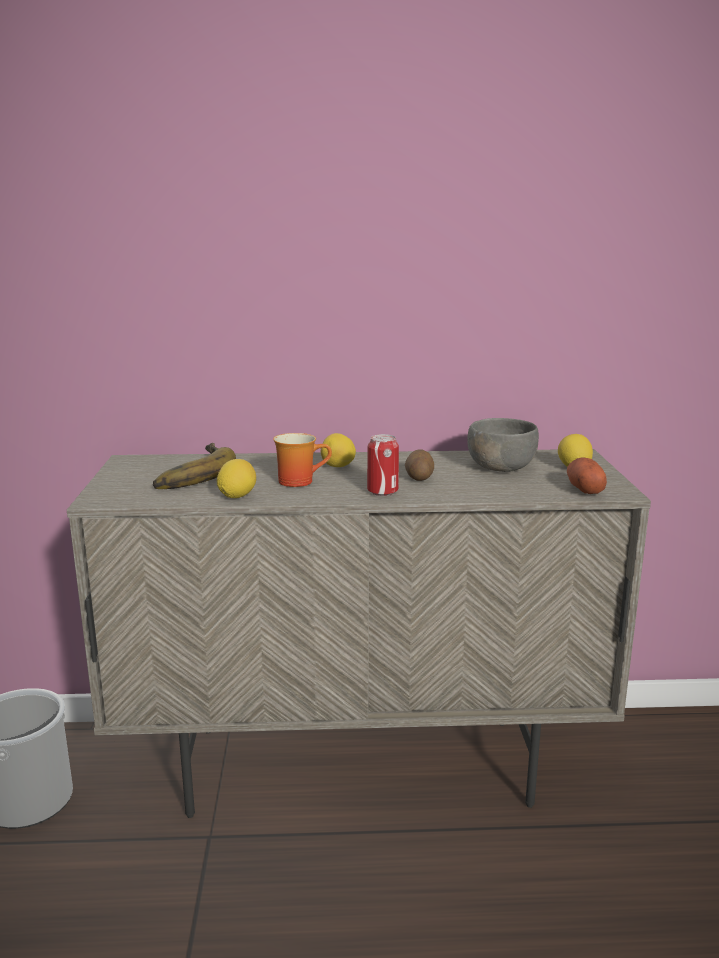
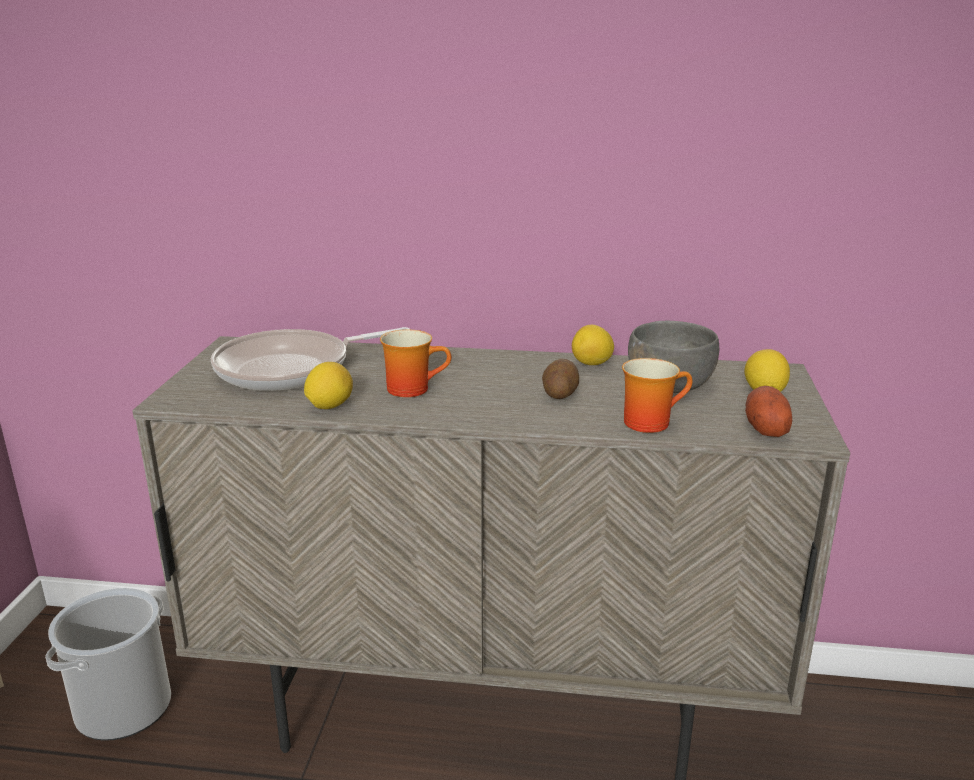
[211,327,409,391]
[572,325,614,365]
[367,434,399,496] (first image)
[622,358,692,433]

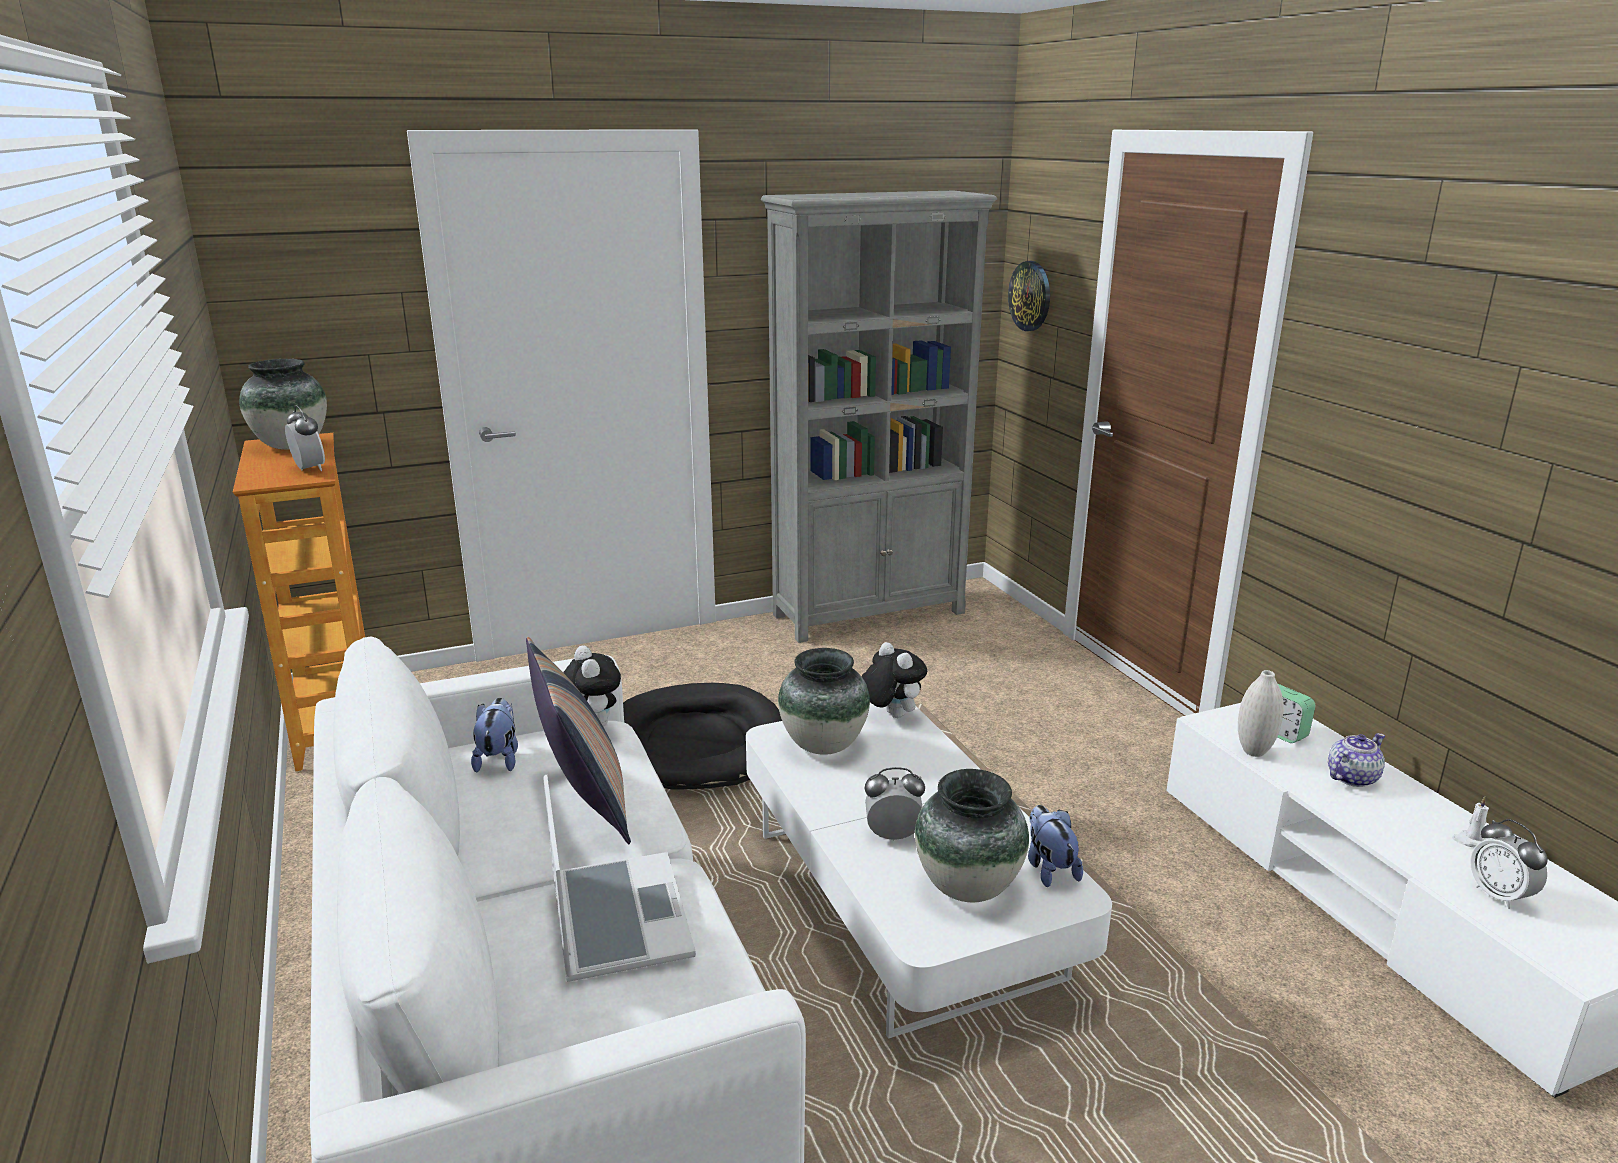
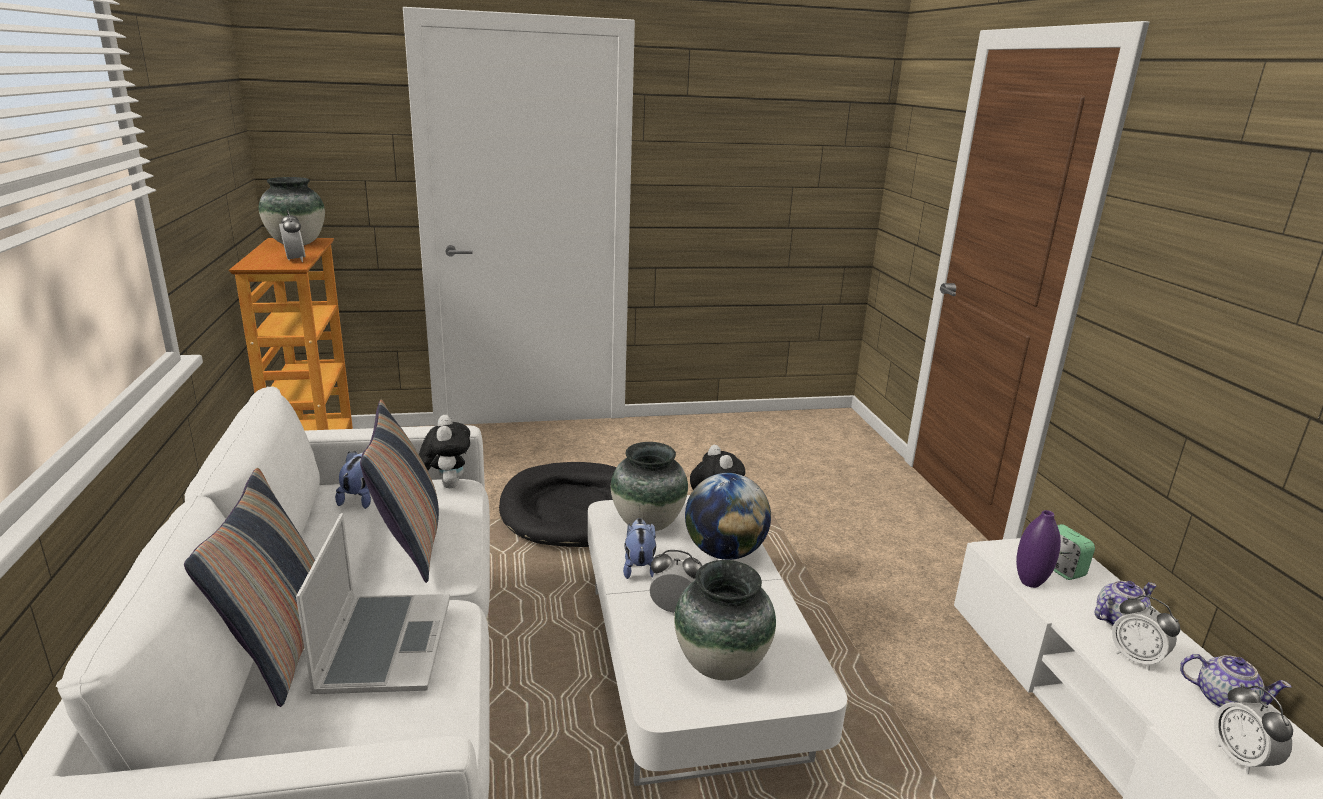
[761,190,997,643] (first image)
[1008,261,1050,331] (first image)
[623,518,656,579]
[1016,510,1061,588]
[1180,654,1291,708]
[184,468,315,707]
[685,473,771,560]
[1112,595,1180,670]

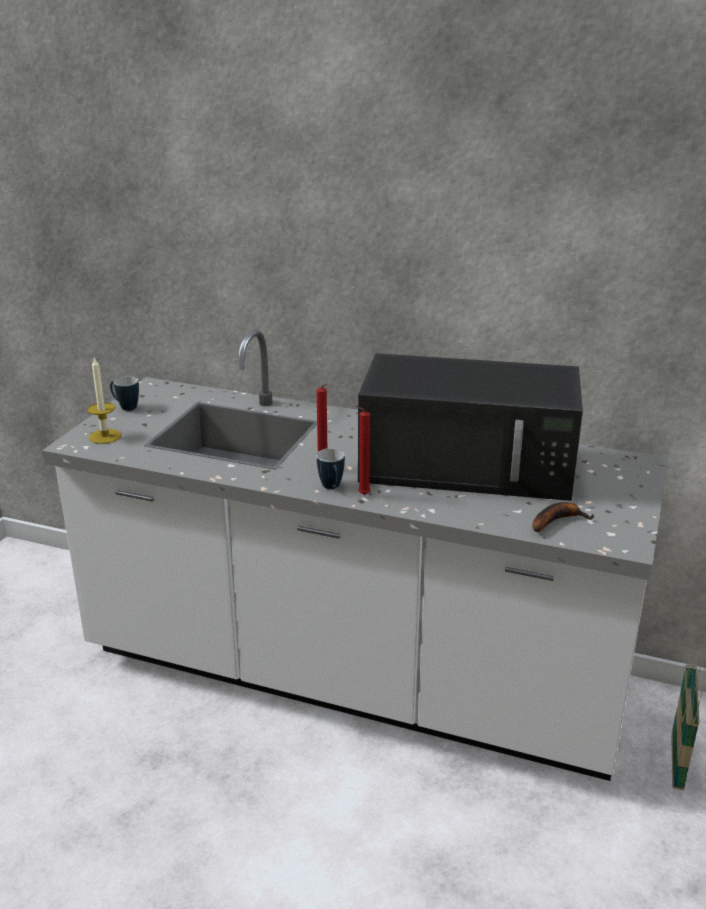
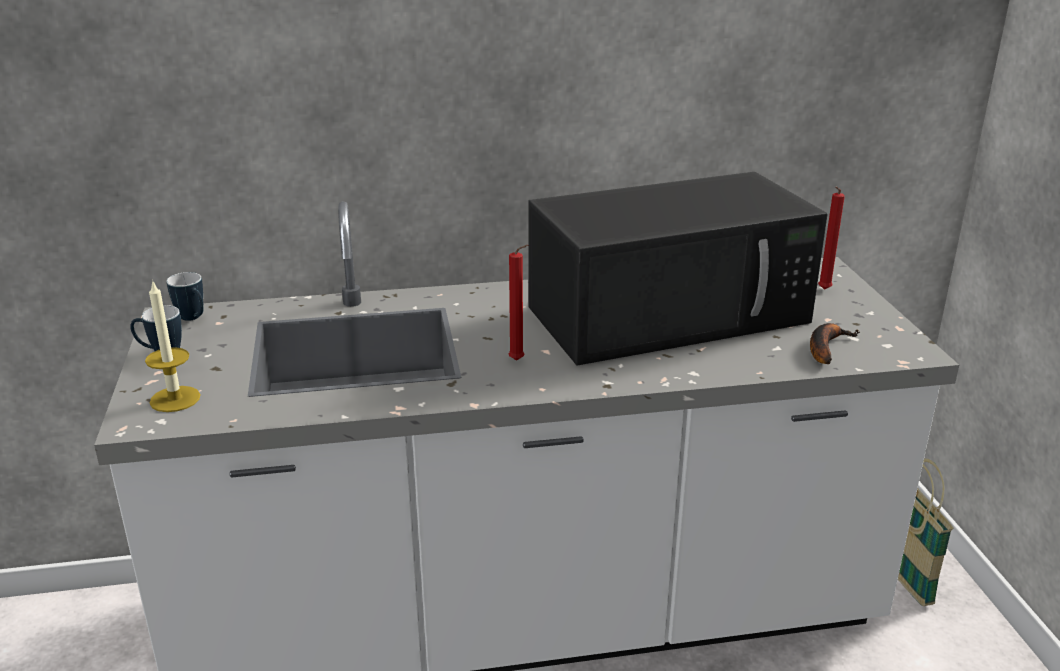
[167,272,204,321]
[818,187,845,290]

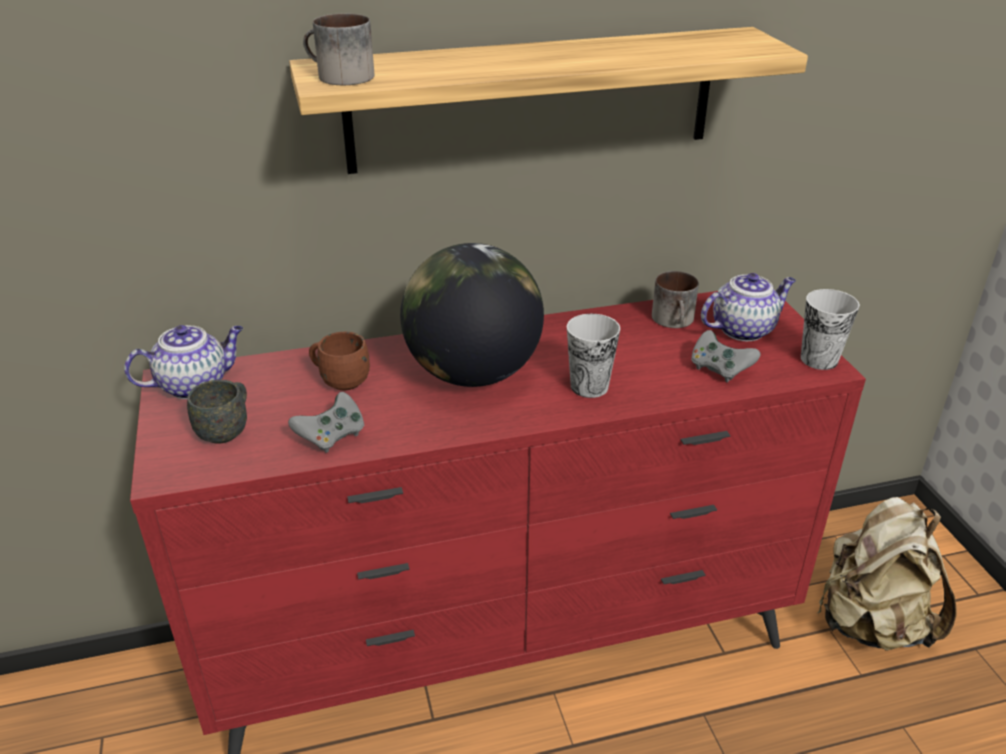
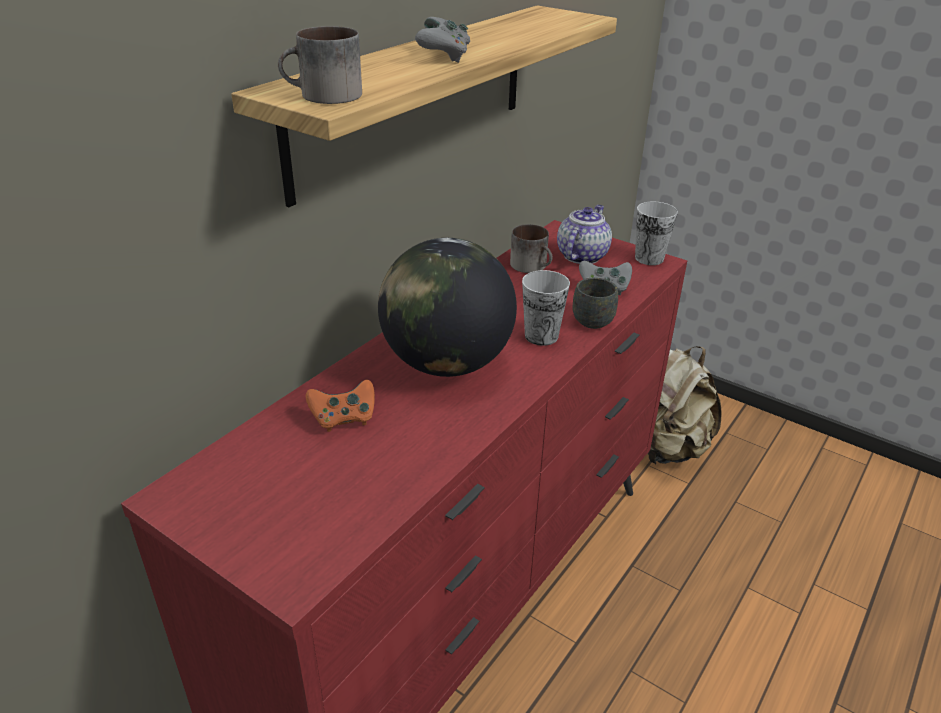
[124,325,243,399] (first image)
[572,278,618,329]
[415,17,470,63]
[306,379,375,432]

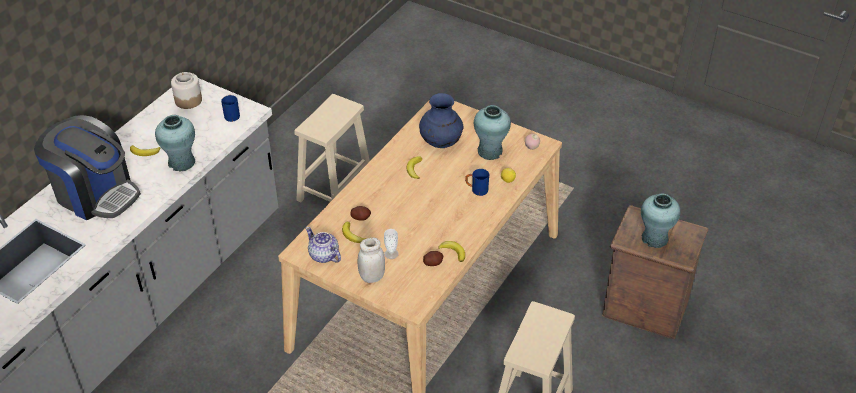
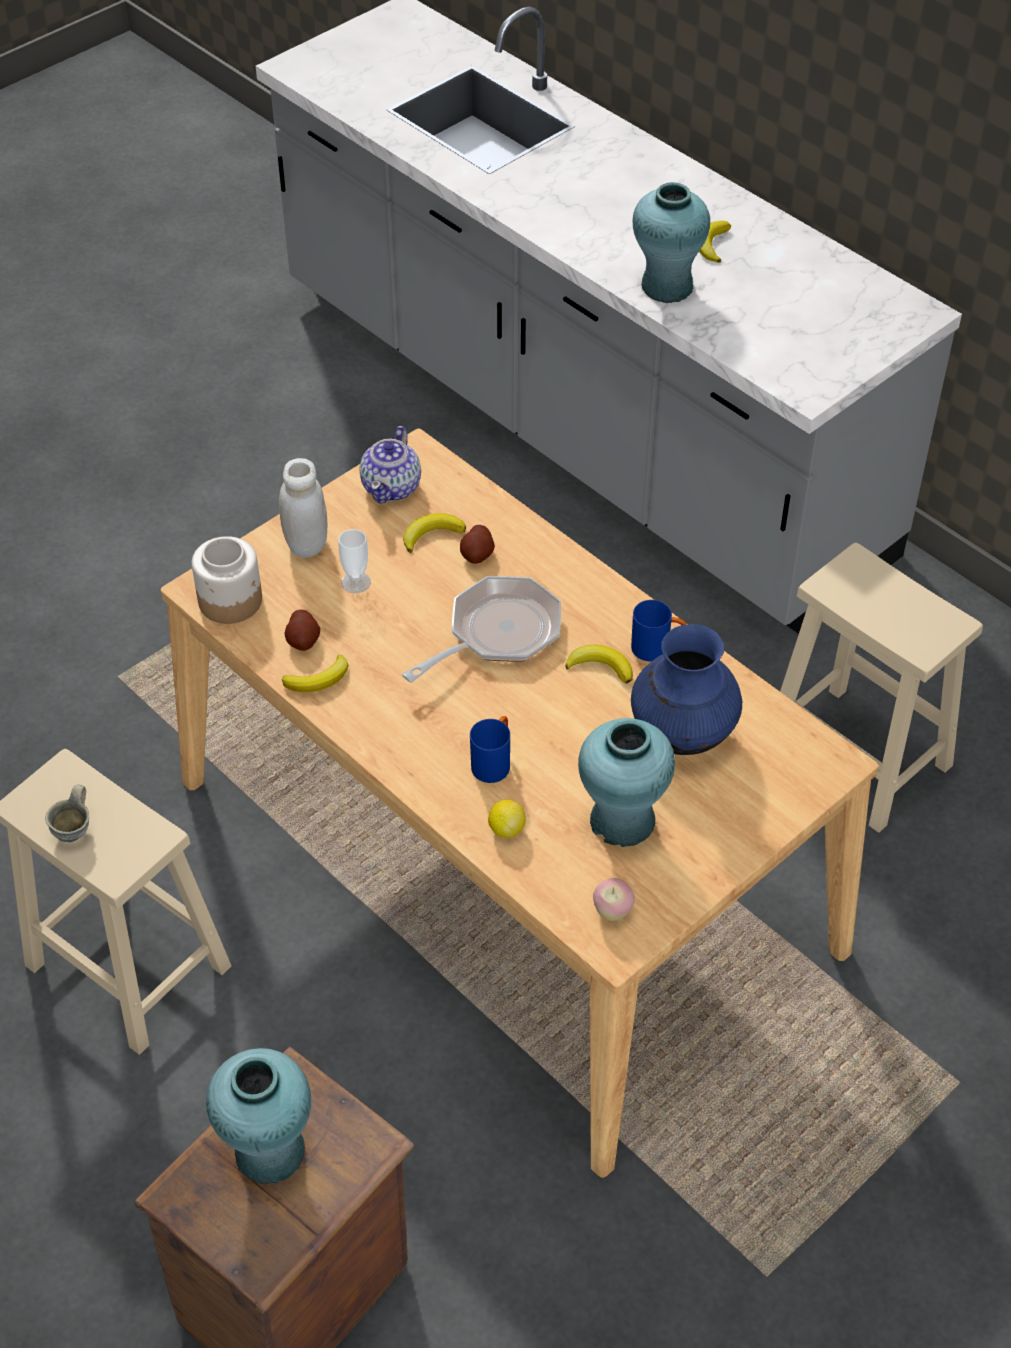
[34,115,141,220] (first image)
[192,536,262,624]
[631,600,687,661]
[360,426,421,503]
[45,785,89,842]
[402,576,561,683]

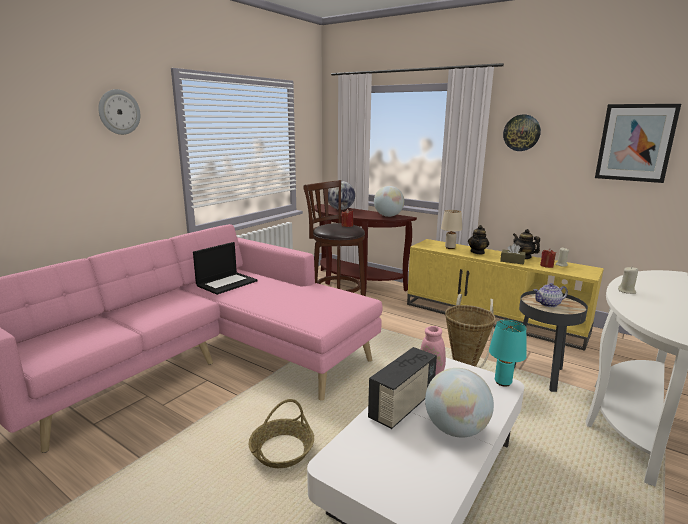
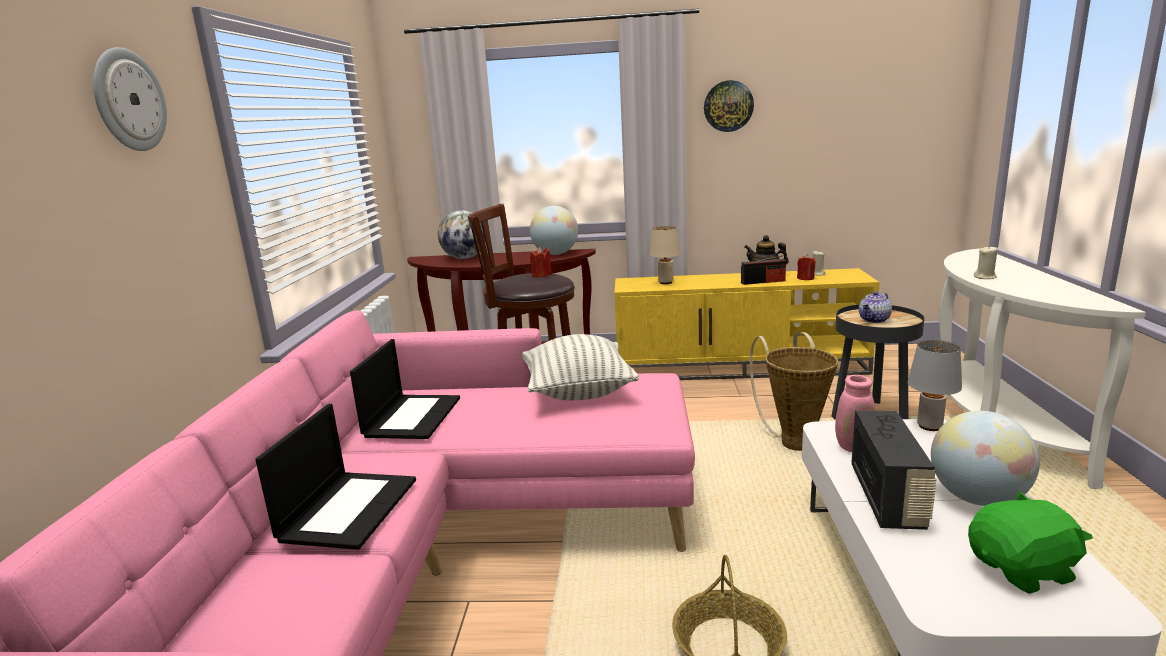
[468,225,489,255] (first image)
[908,340,962,431]
[741,255,786,285]
[595,104,681,183] (first image)
[255,404,416,550]
[522,334,639,400]
[968,492,1093,594]

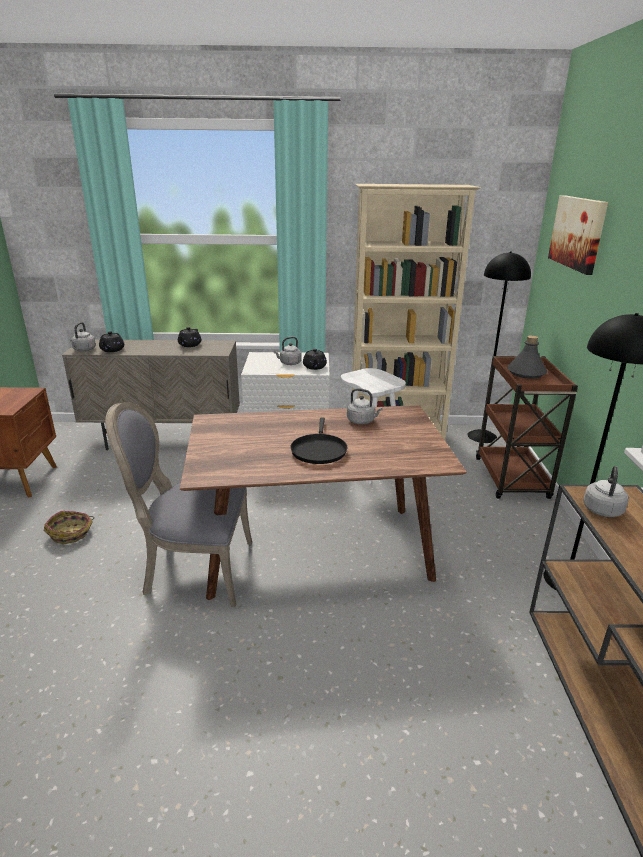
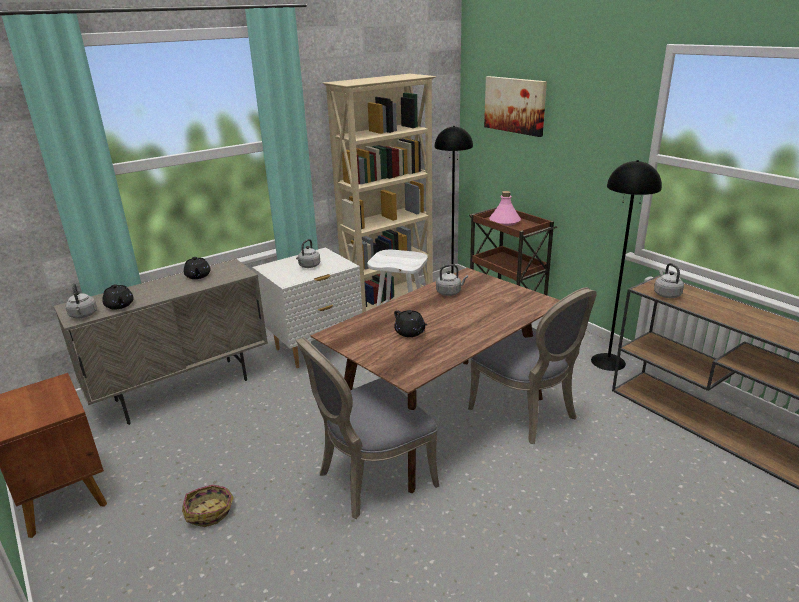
[291,417,347,464] (first image)
[394,310,428,337]
[489,191,521,226]
[468,287,597,444]

